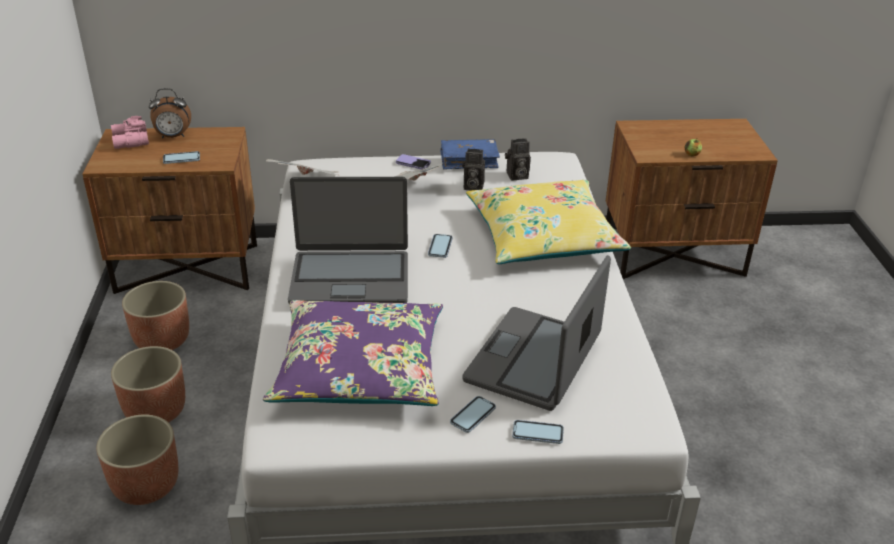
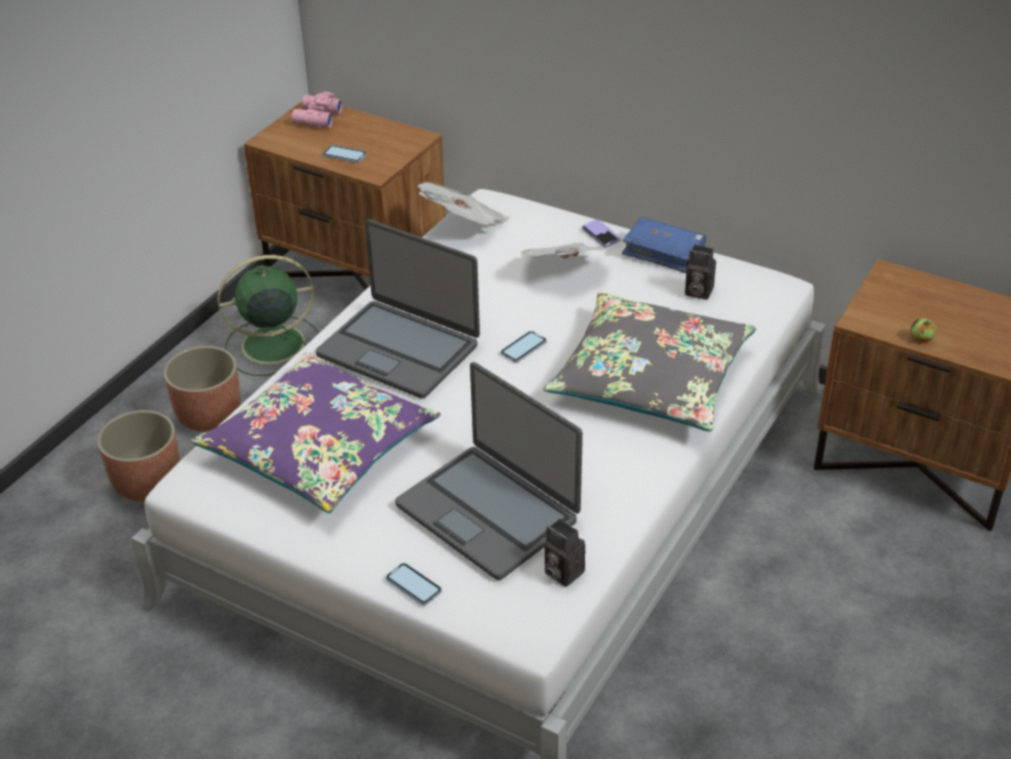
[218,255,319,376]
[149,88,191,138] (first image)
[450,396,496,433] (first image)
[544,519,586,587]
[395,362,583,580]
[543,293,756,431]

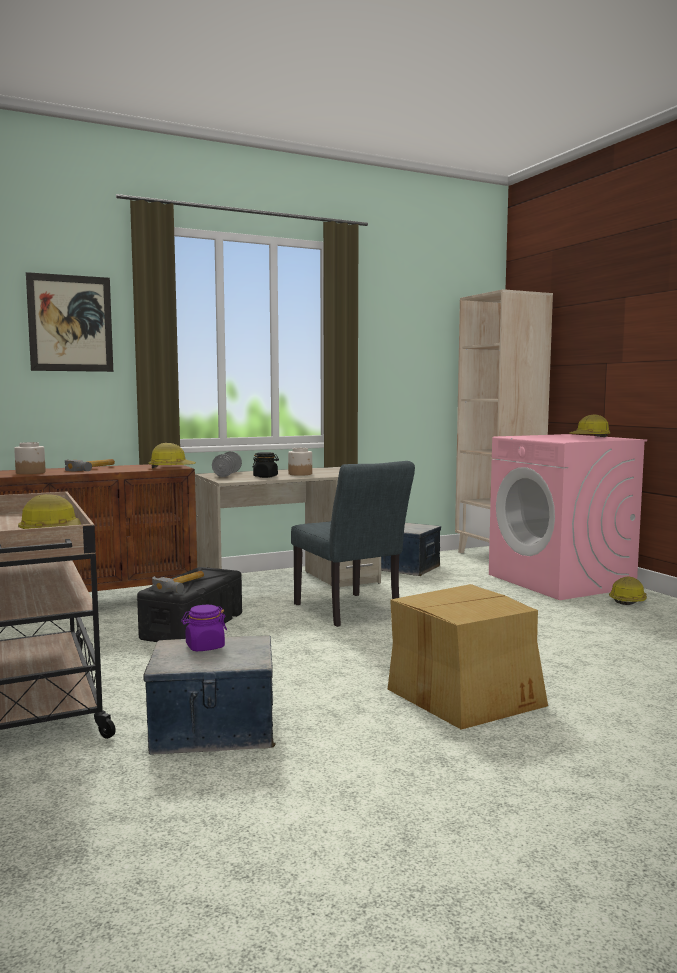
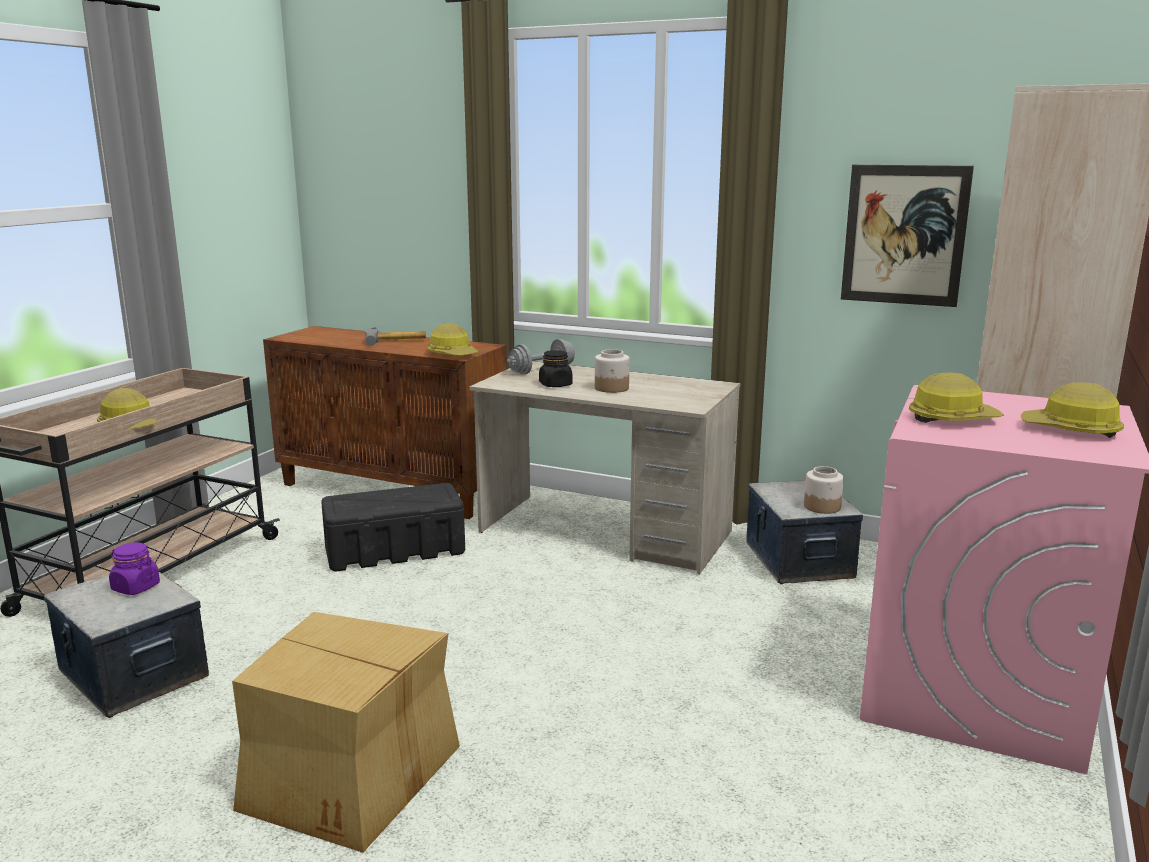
[804,466,844,514]
[841,165,974,307]
[152,571,204,593] (first image)
[291,461,415,627] (first image)
[909,372,1004,423]

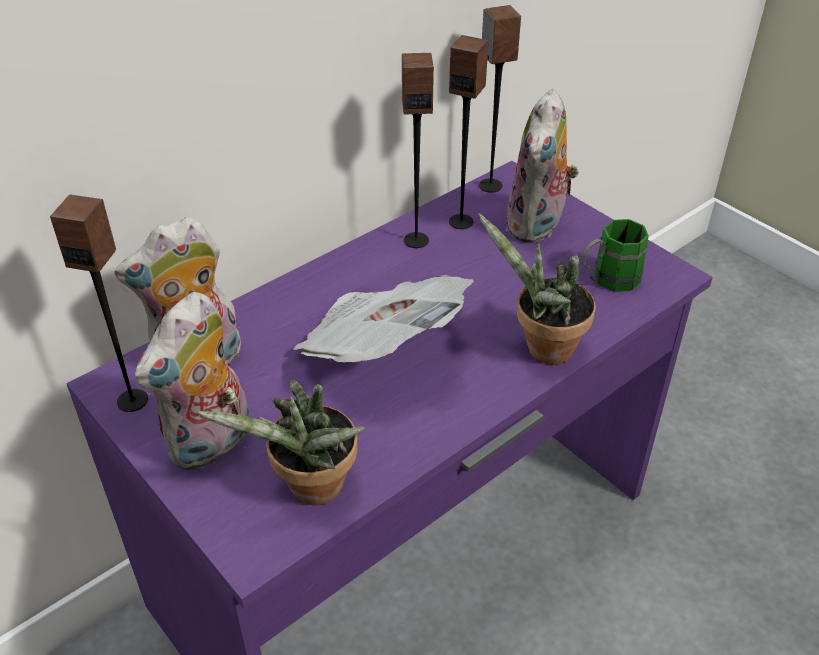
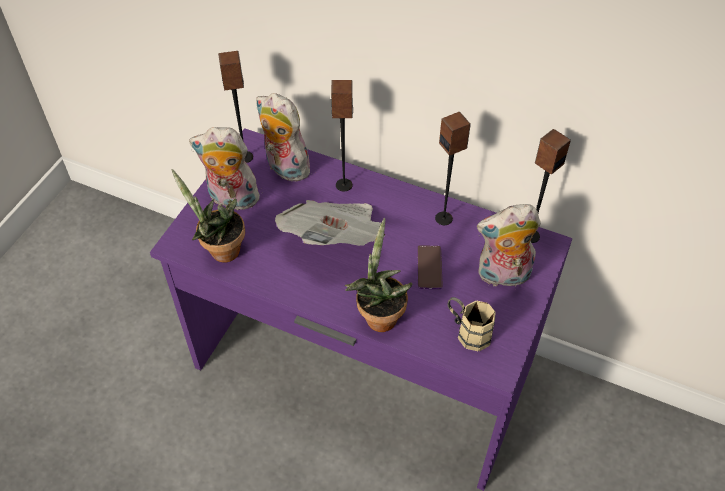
[331,80,353,191]
[448,297,496,351]
[417,245,443,289]

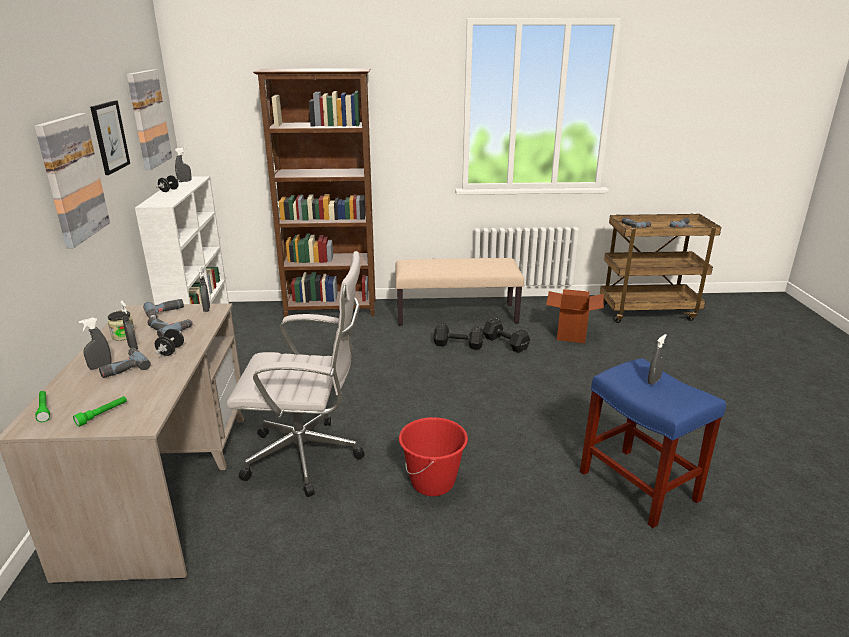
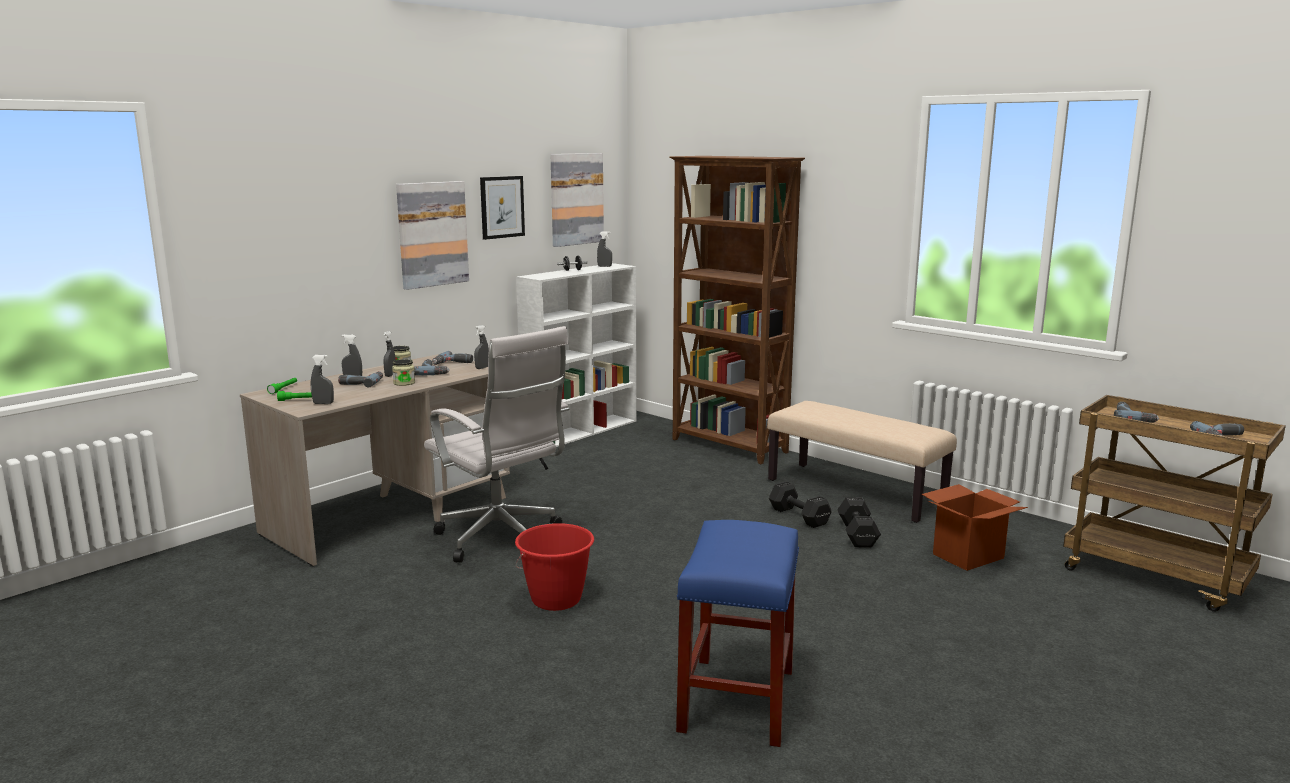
[392,359,415,386]
[311,355,334,404]

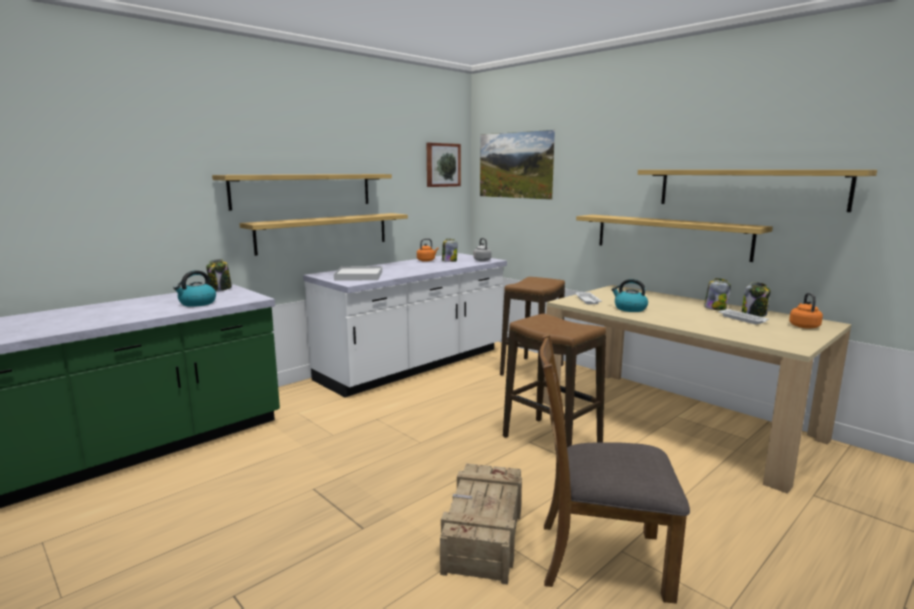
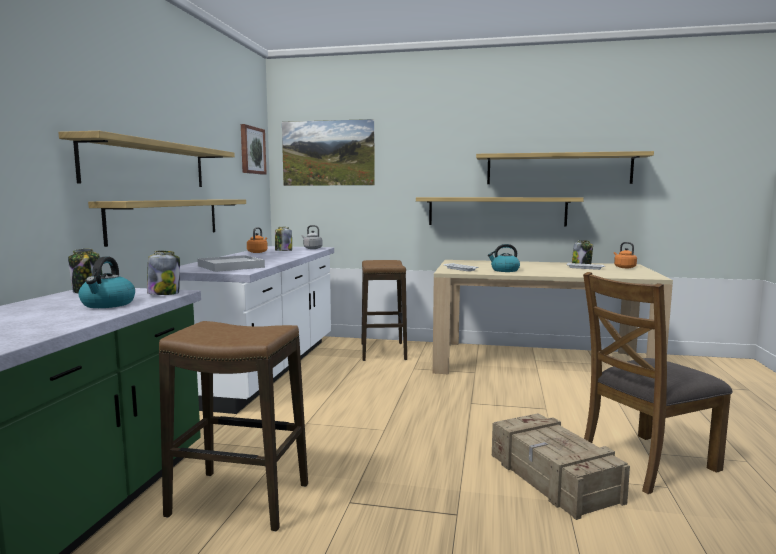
[159,321,308,532]
[147,251,180,295]

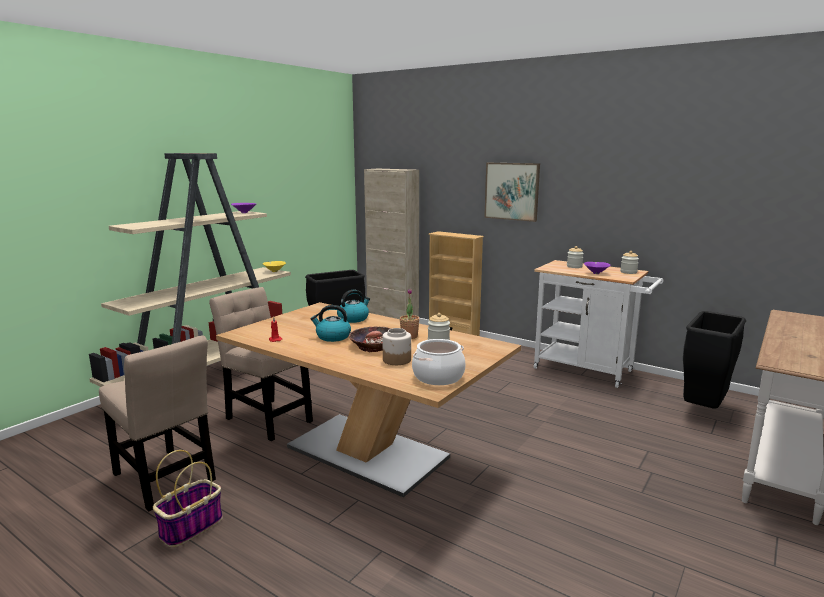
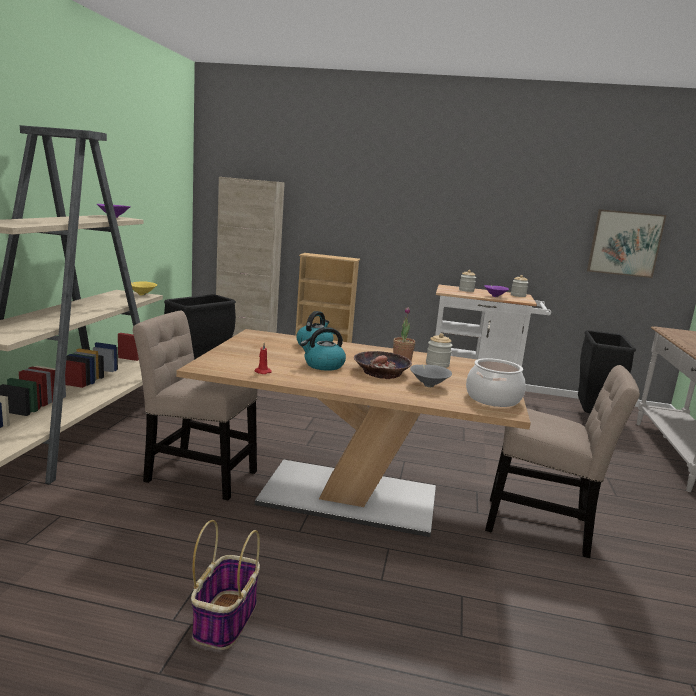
[485,365,640,558]
[410,365,452,387]
[587,209,667,278]

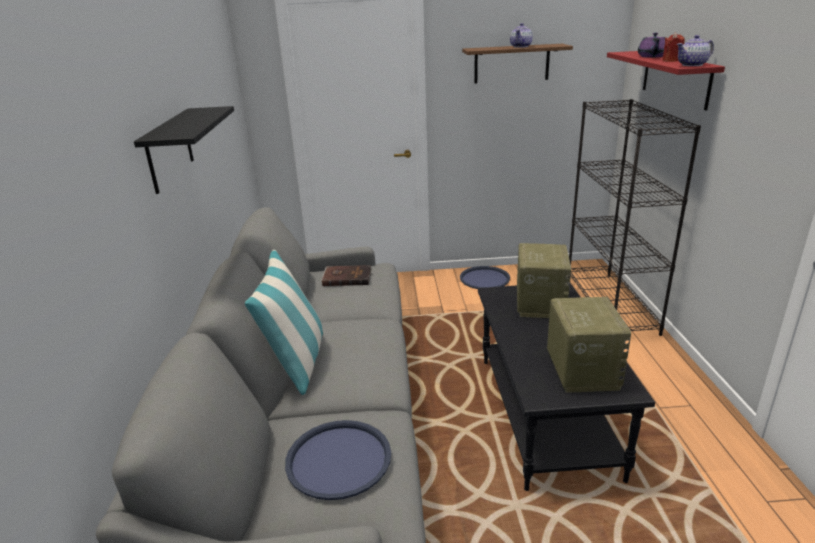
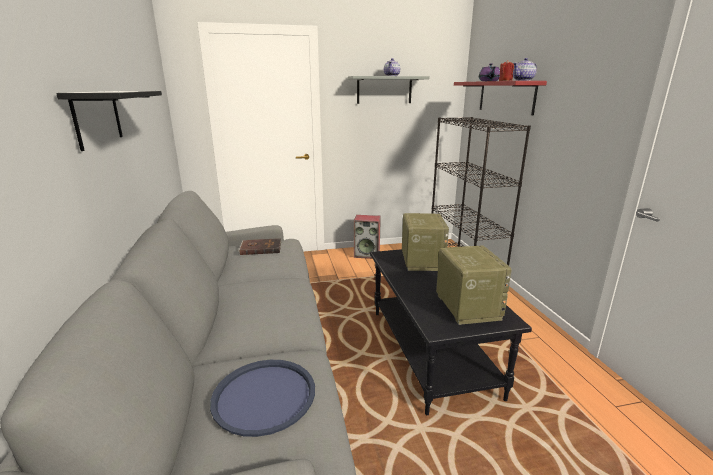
[245,250,323,395] (first image)
[354,215,381,259]
[348,76,430,104]

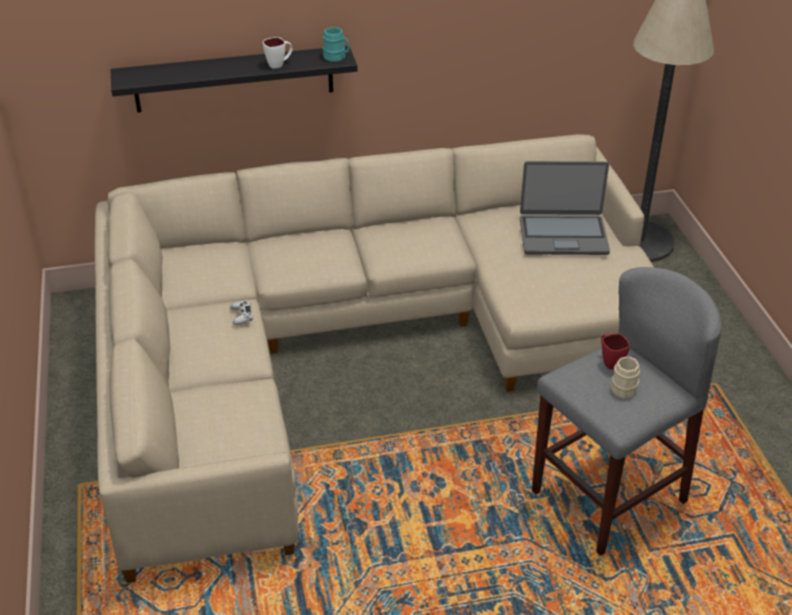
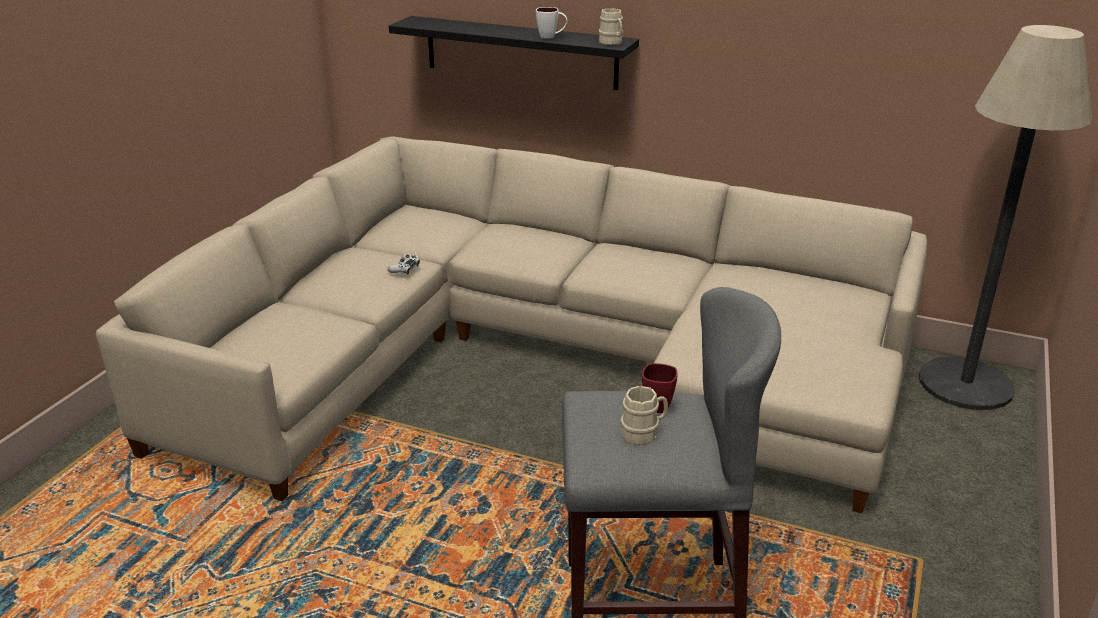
[599,8,623,45]
[520,161,610,255] (first image)

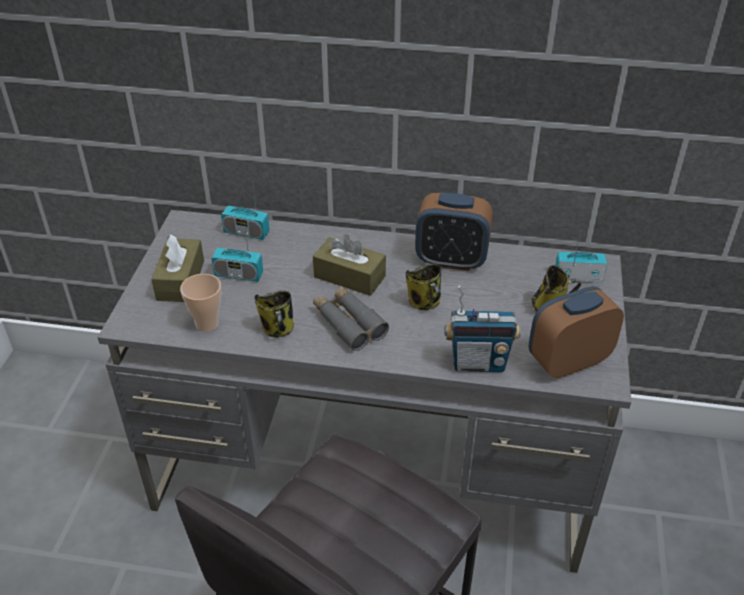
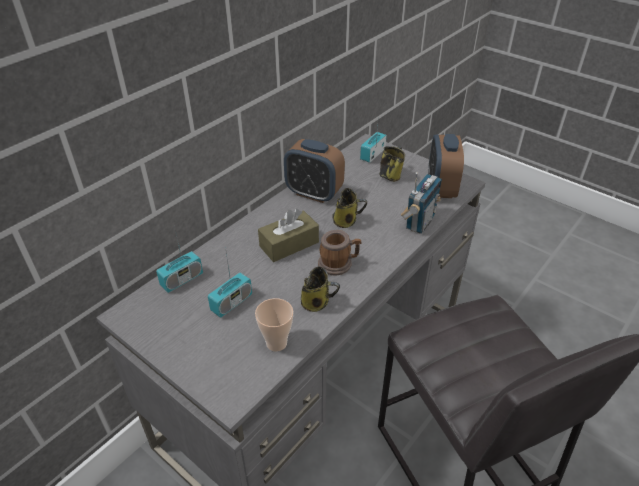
[151,234,204,302] (first image)
[318,230,362,275]
[284,139,345,203]

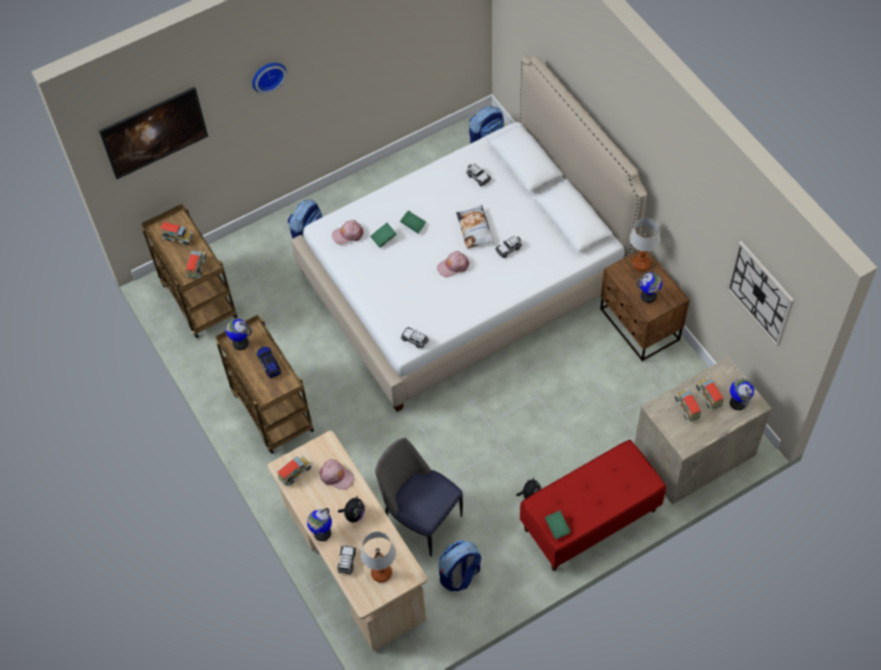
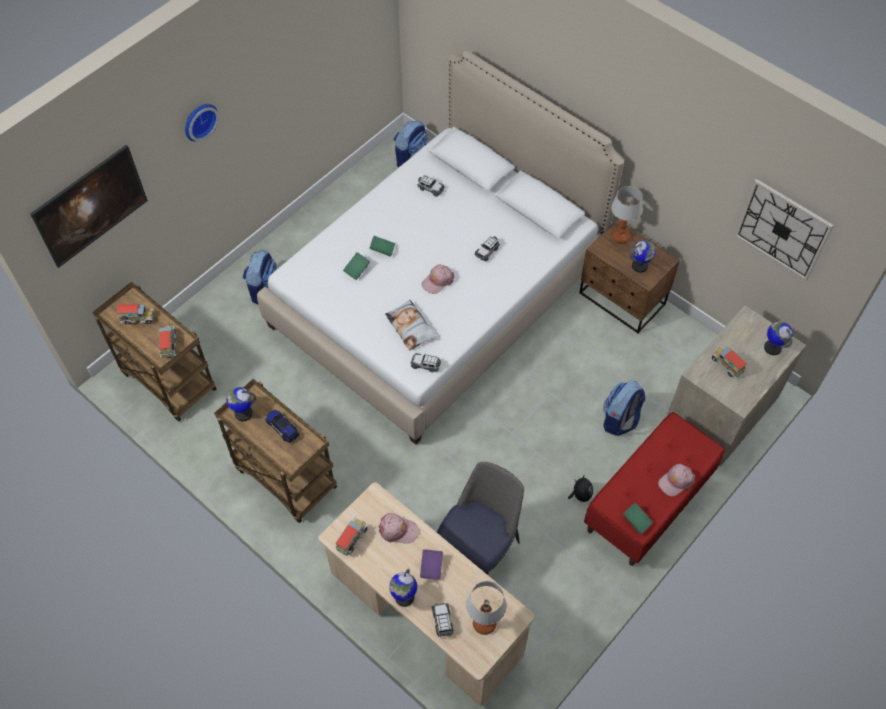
[658,464,695,496]
[420,549,443,580]
[437,462,524,575]
[603,380,645,436]
[385,299,436,351]
[696,377,724,410] (first image)

